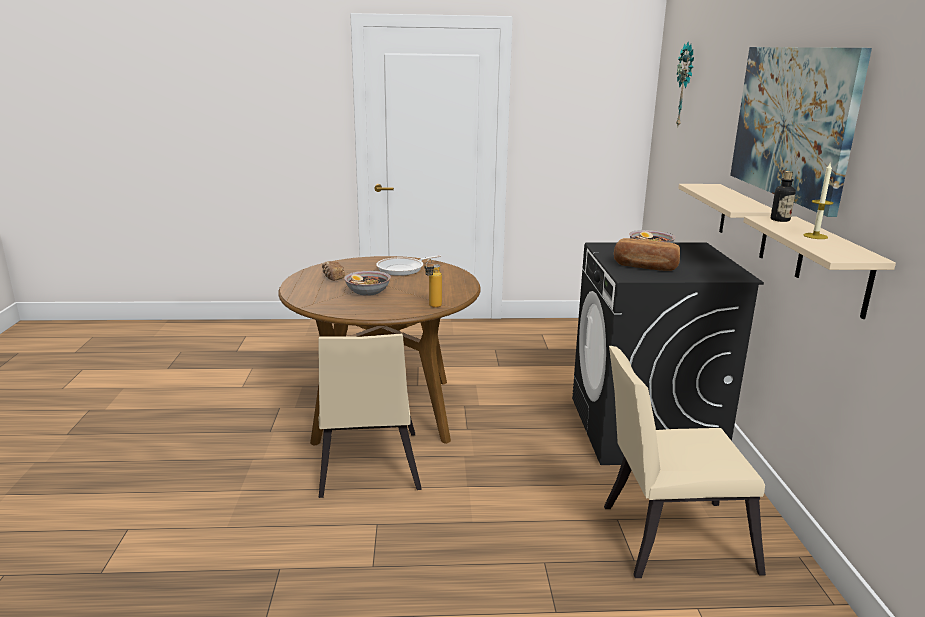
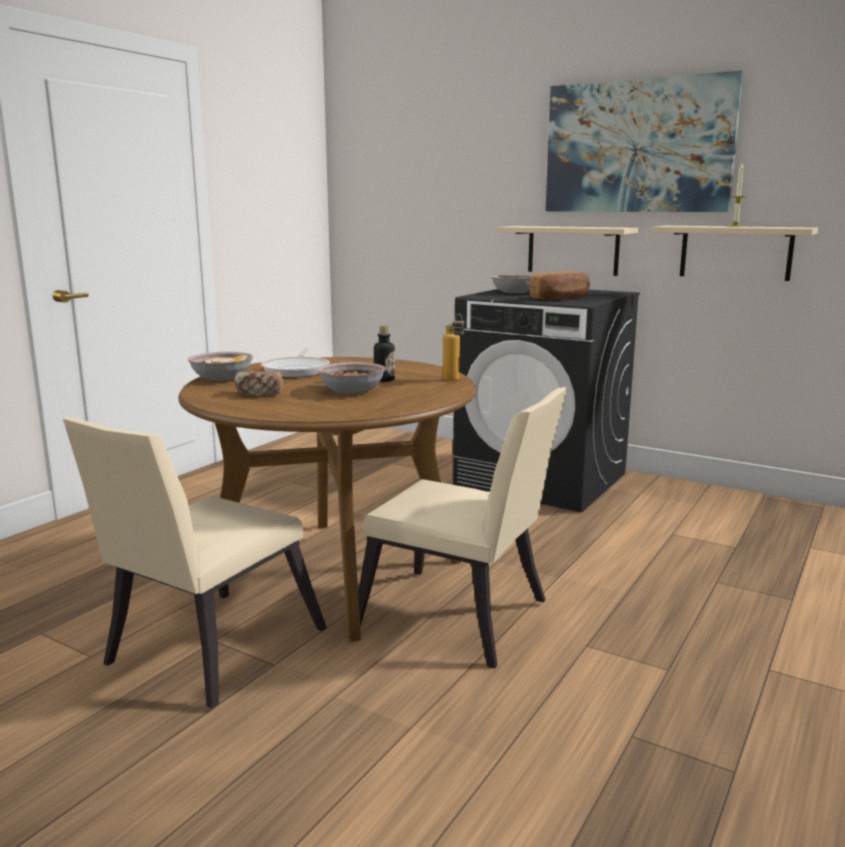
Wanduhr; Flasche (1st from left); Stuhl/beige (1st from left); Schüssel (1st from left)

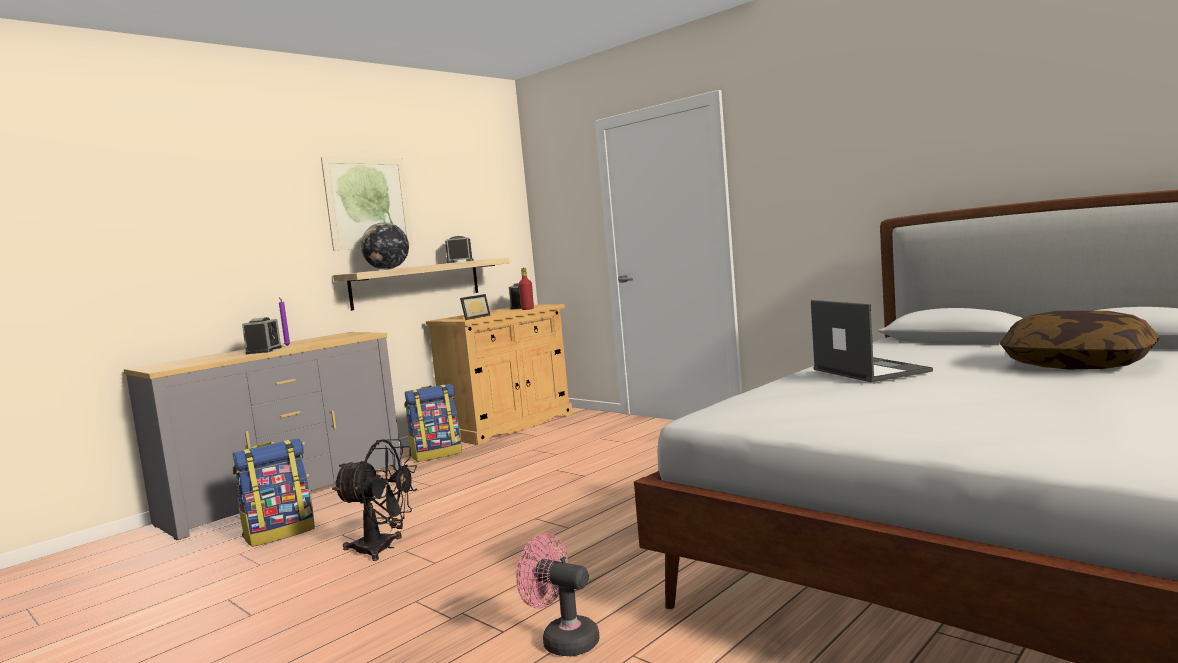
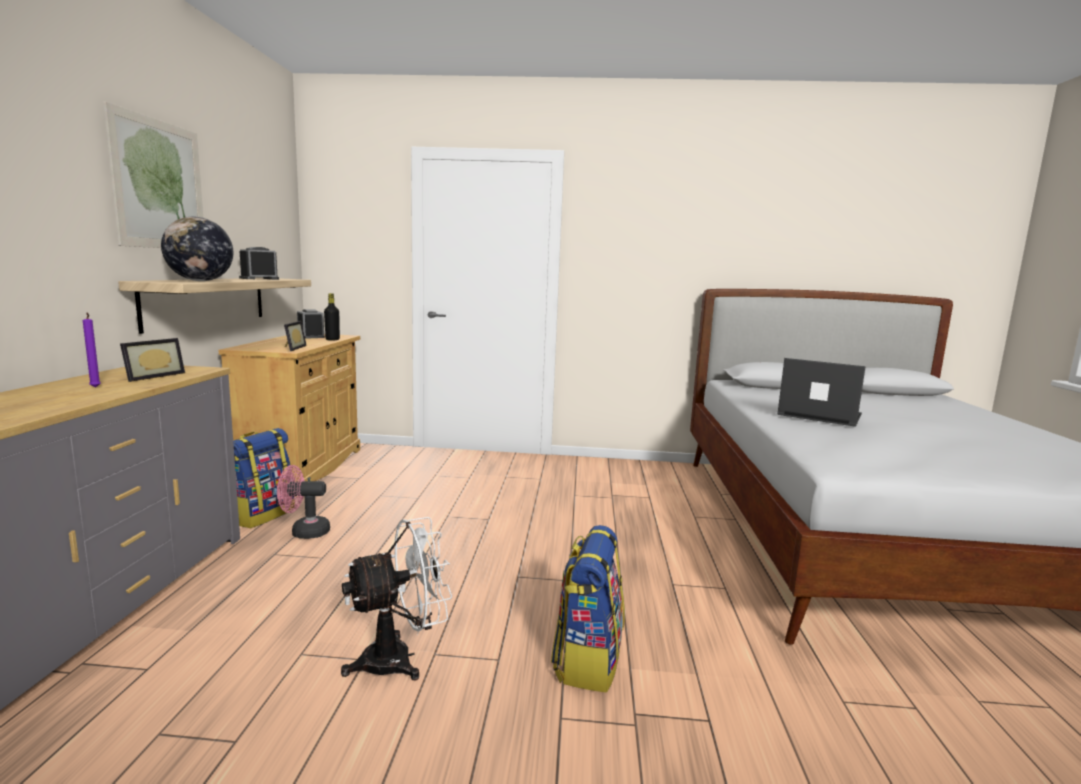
Flasche/schwarz; Kissen; Wecker (1st from left in the first image); Rucksack (2nd from left); Ventilator/weiß; Ventilator/rosa; Bilderrahmen (1st from left)

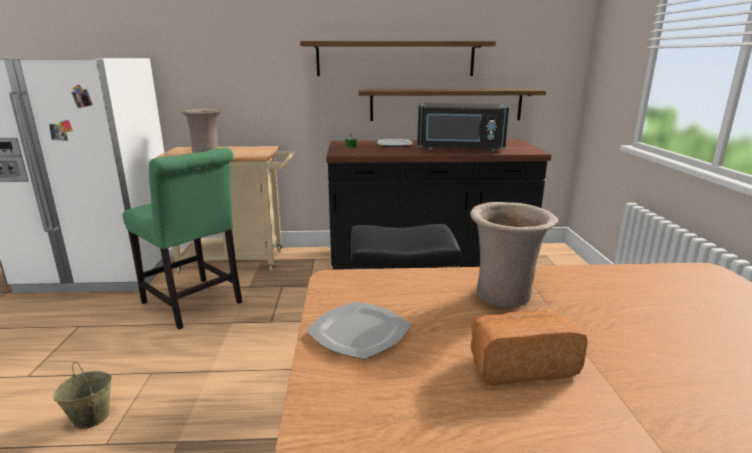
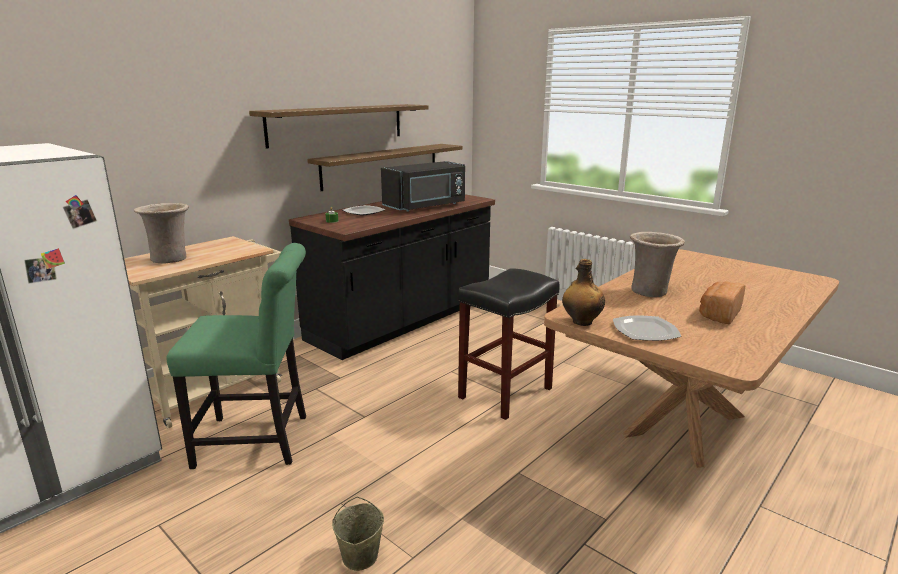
Flasche

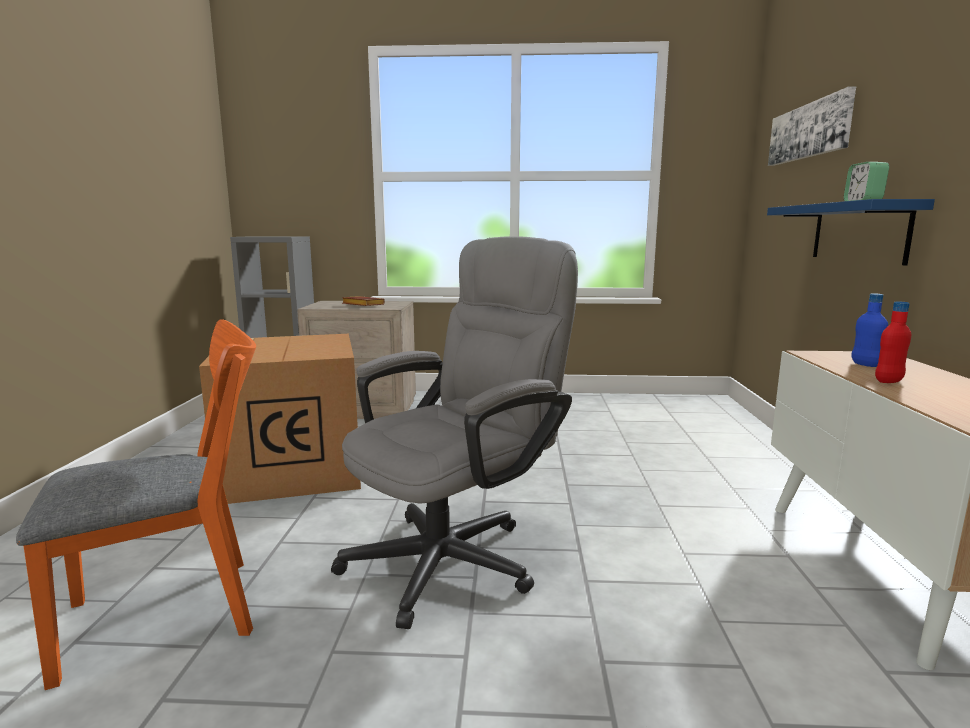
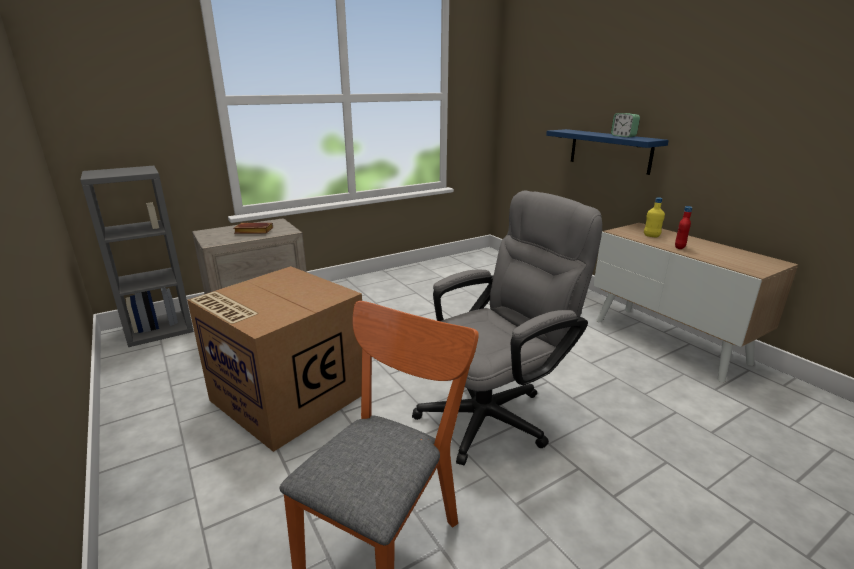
Bild; Bürostuhl/grau; Flasche/gelb

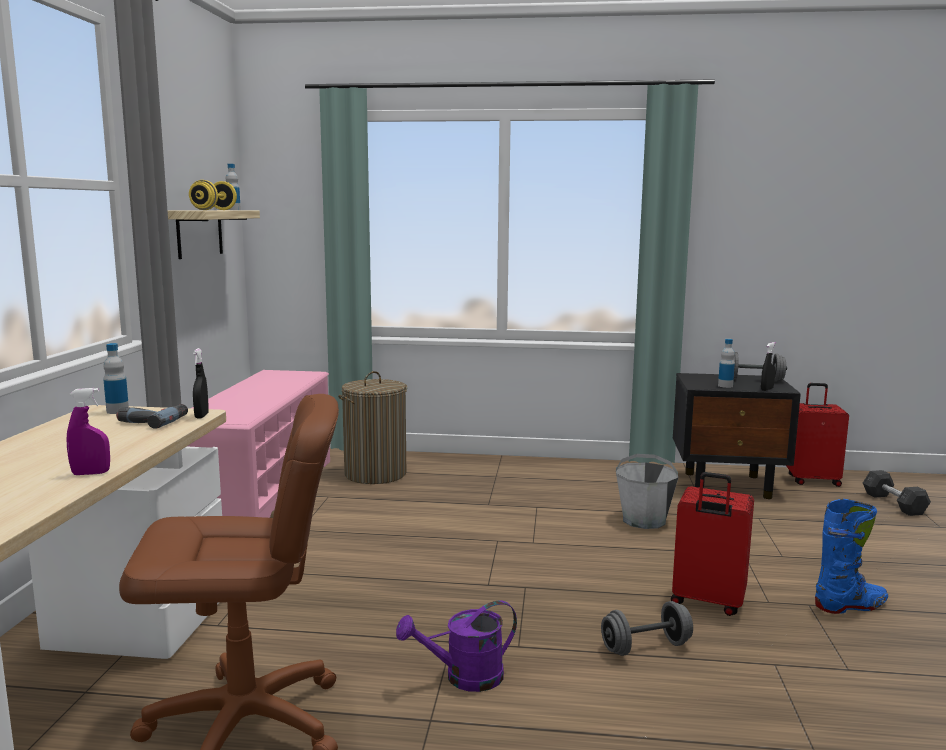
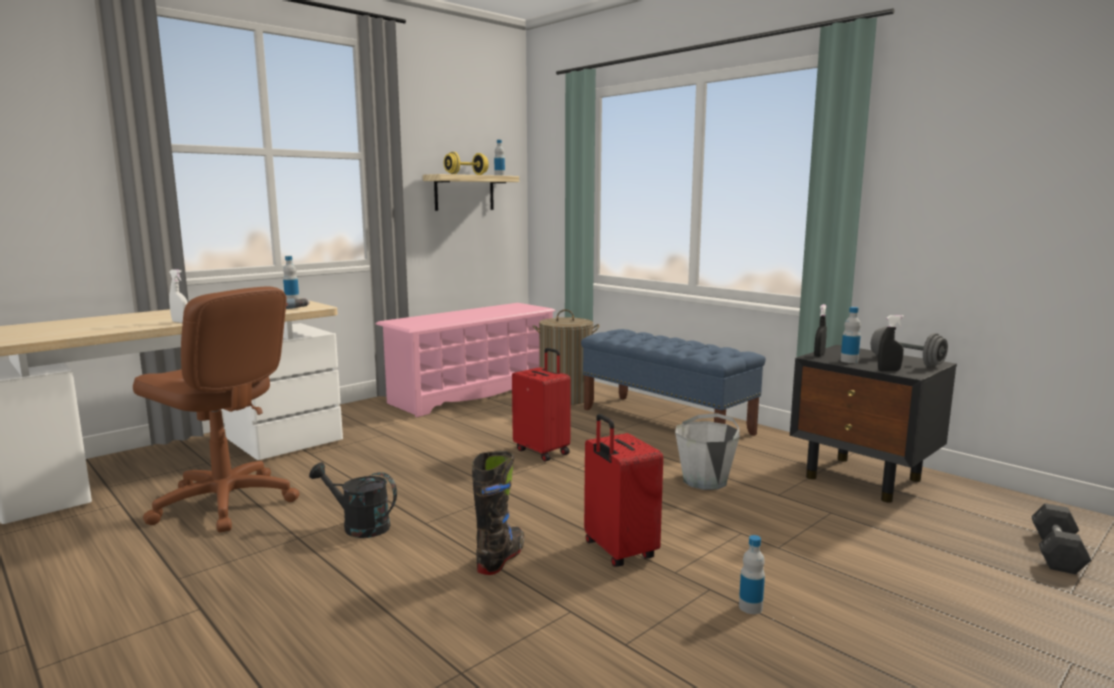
Sprühflasche/schwarz (1st from left); Koffer/rot (1st from left); Sprühflasche/weiß; Flasche (3rd from left); Gießkanne/schwarz; Stiefel/schwarz; Bank/blau

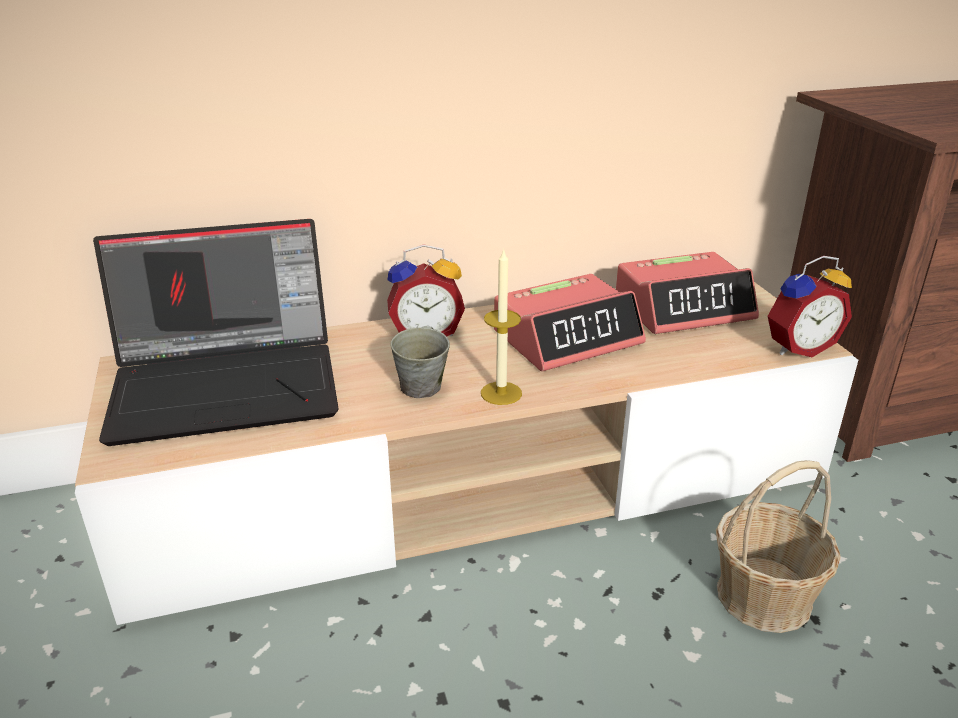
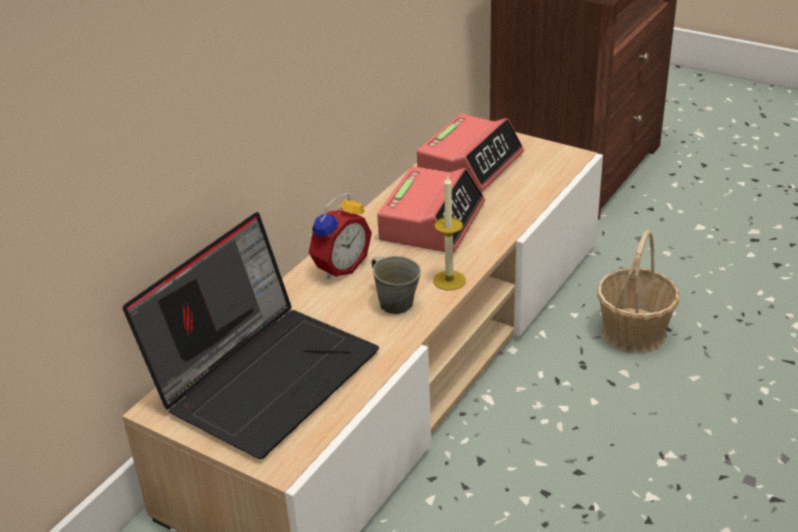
Wecker (4th from left in the first image)

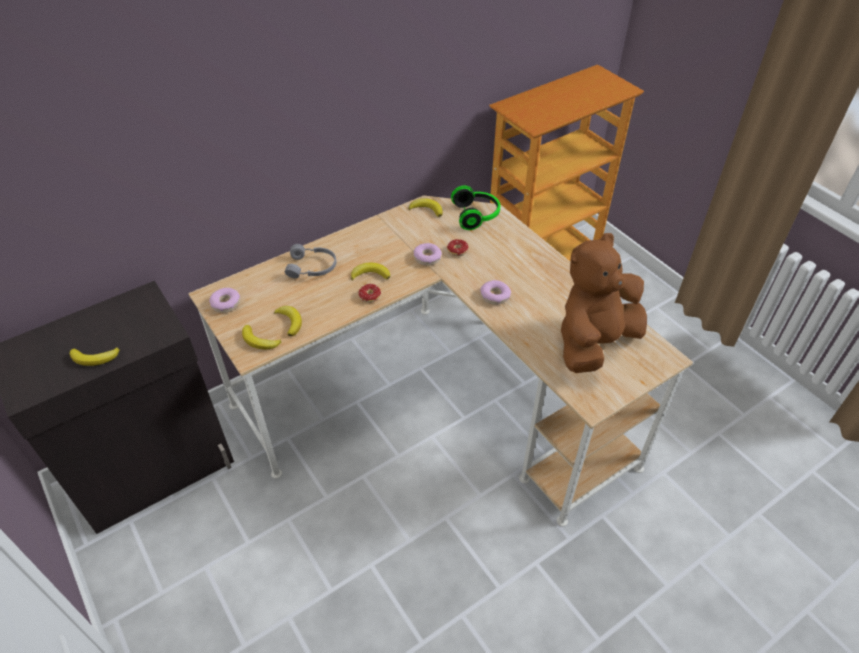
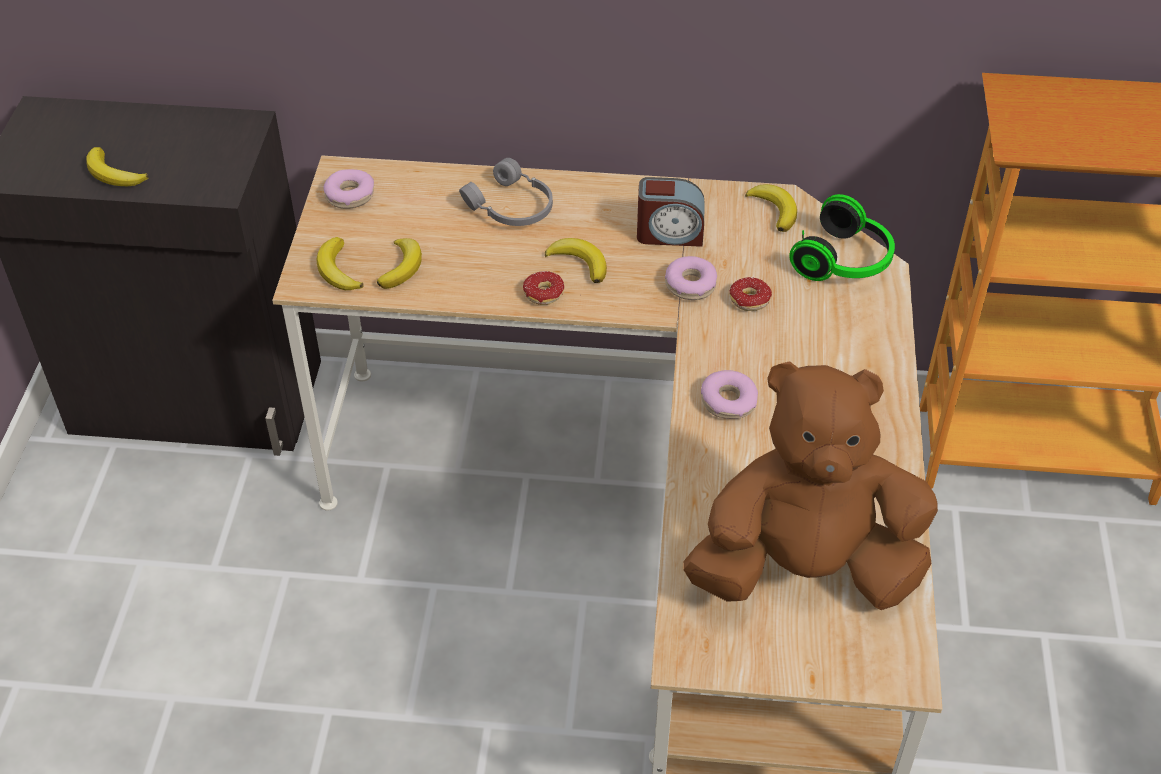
Wecker

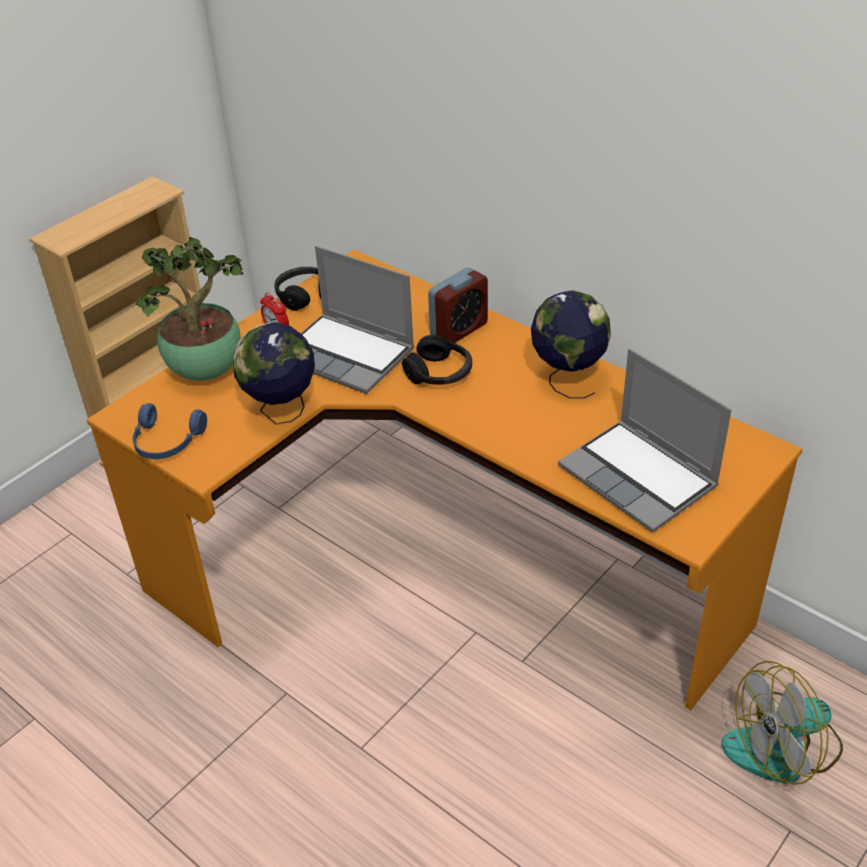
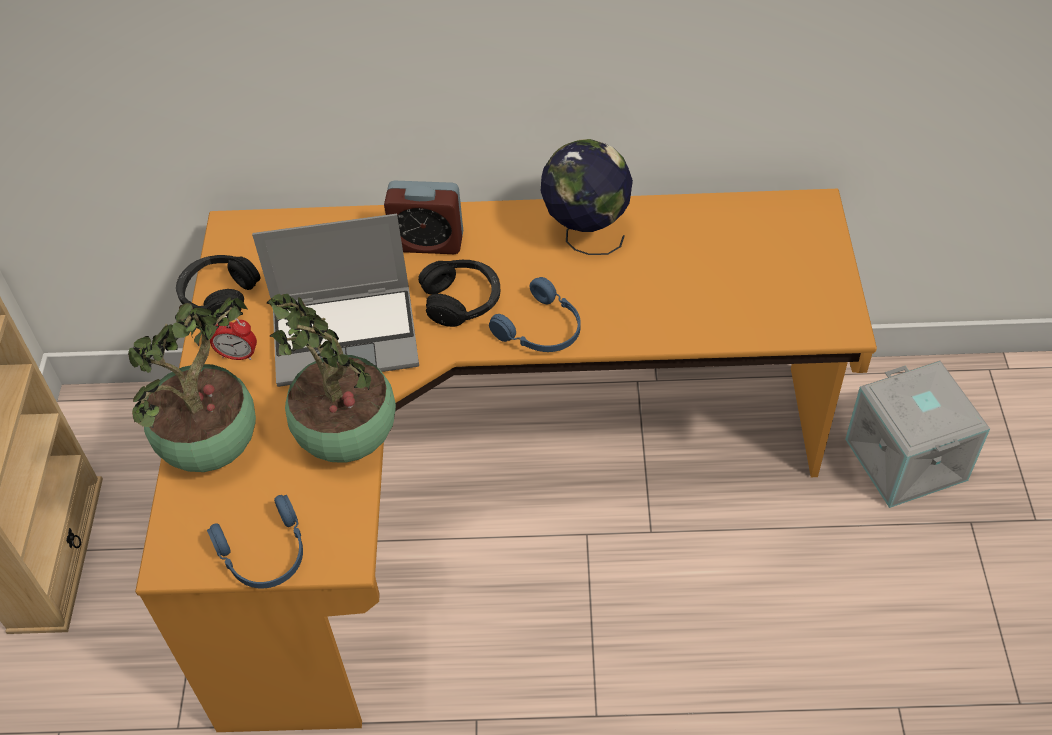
Wecker (2nd from left); Topfpflanze (2nd from left); Laptop (2nd from left in the first image); Aufbewahrungsbox/grau; Kopfhörer/blau (2nd from left)

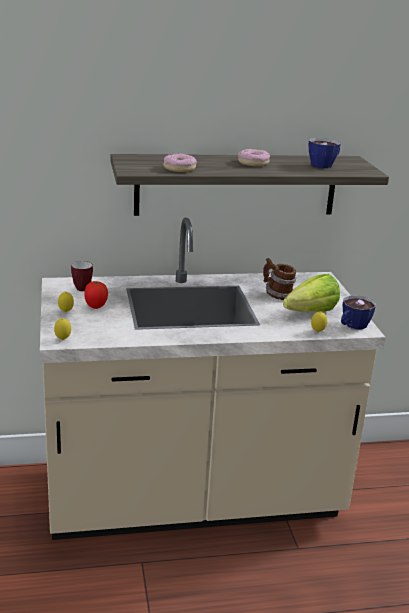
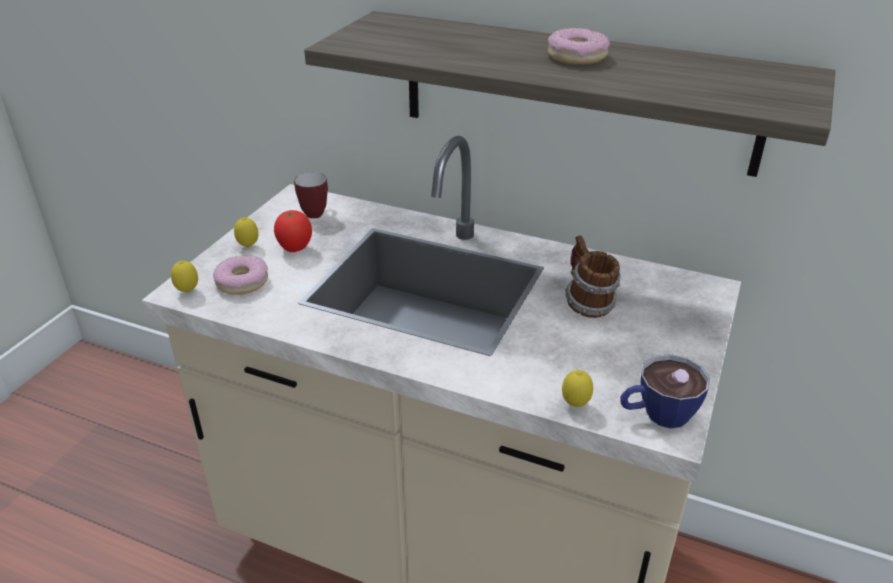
Tasse (1st from left in the first image); Donut (1st from left); Salatkopf

